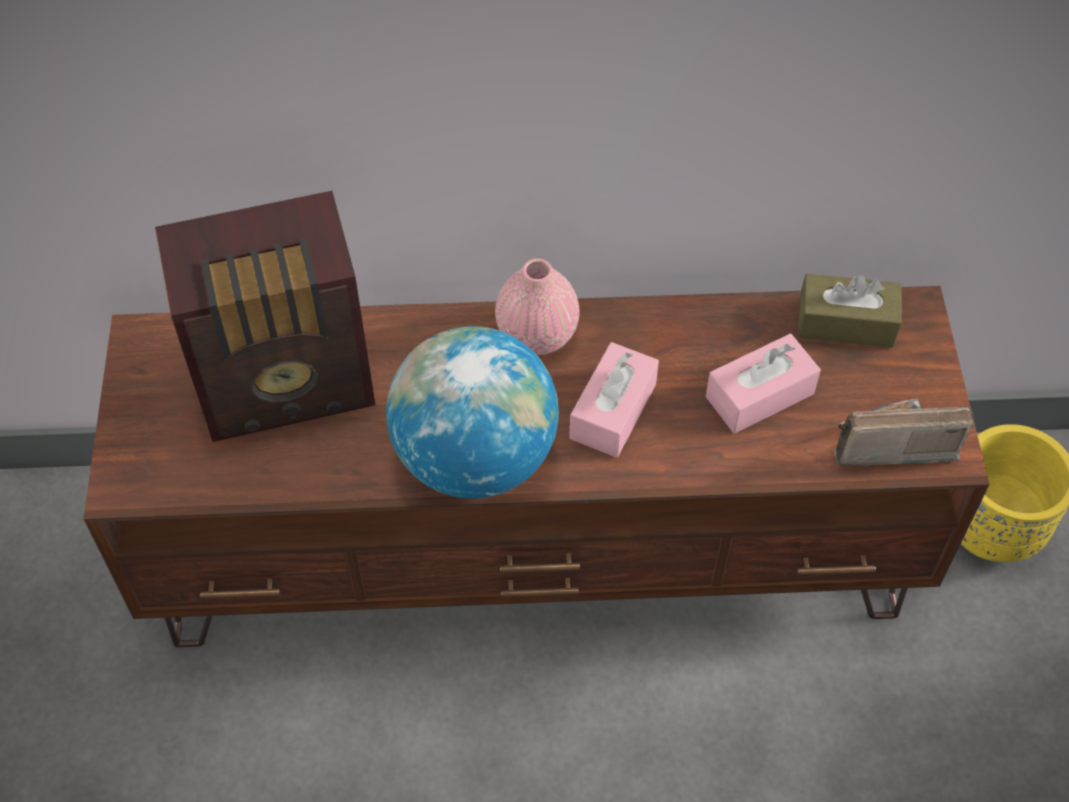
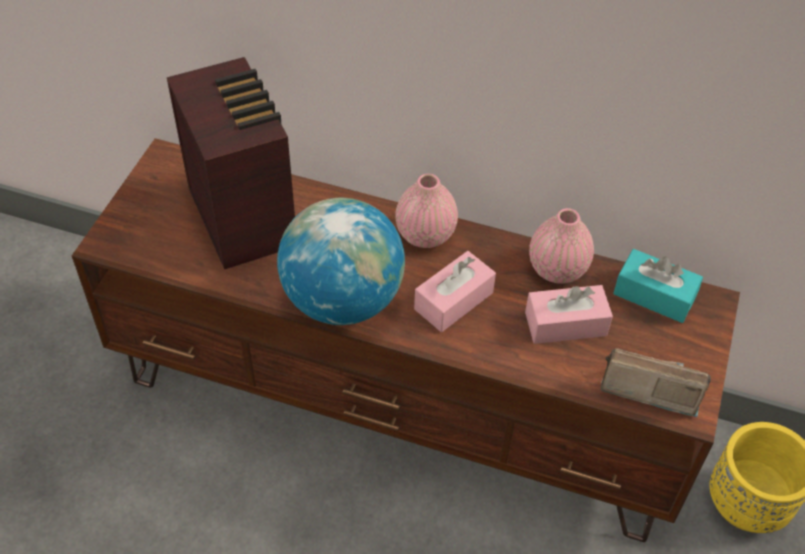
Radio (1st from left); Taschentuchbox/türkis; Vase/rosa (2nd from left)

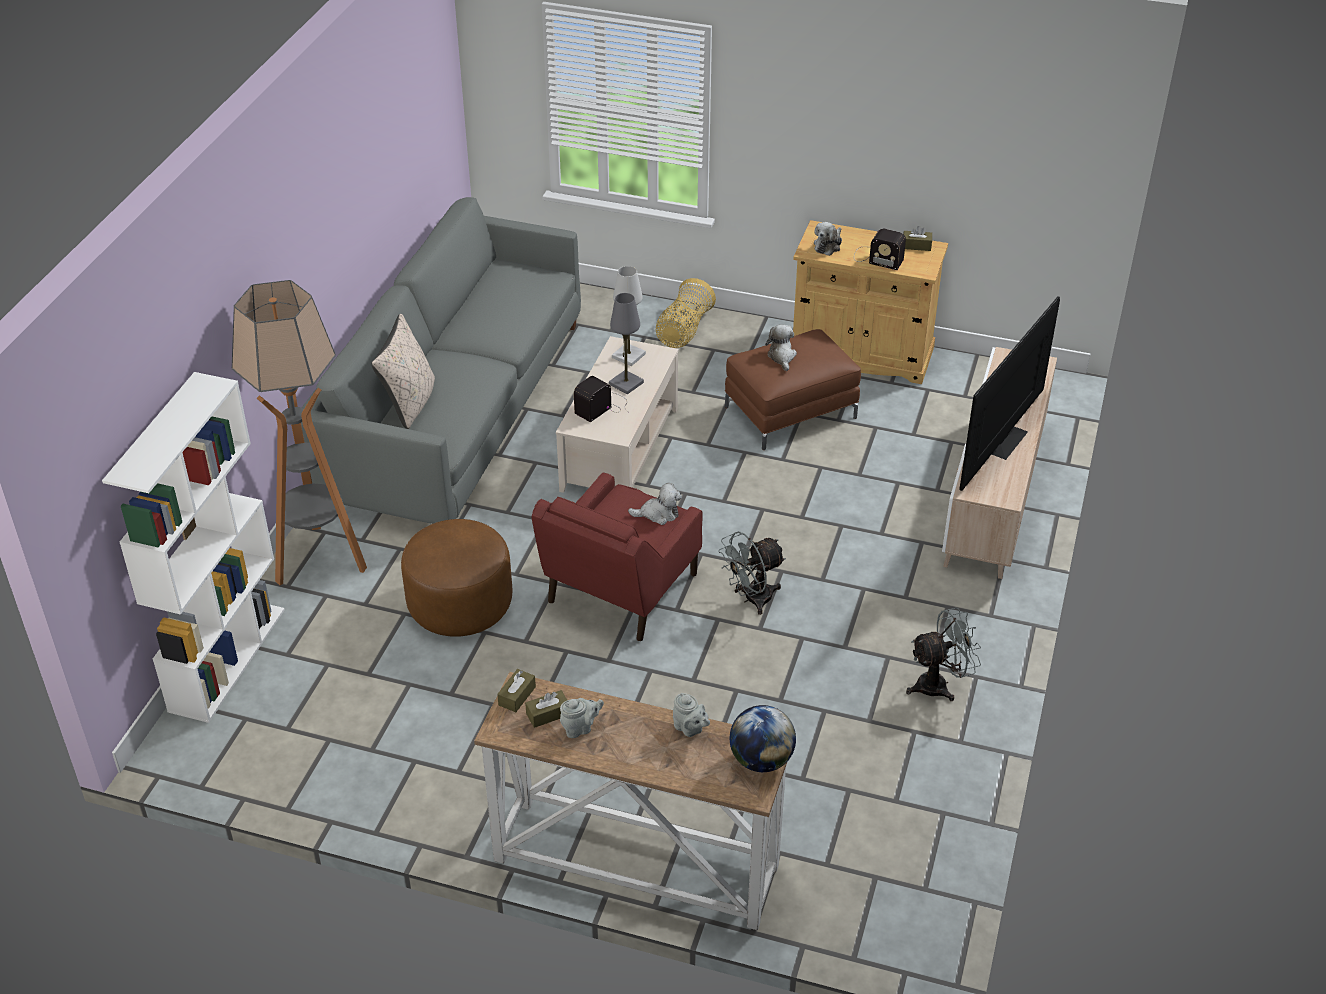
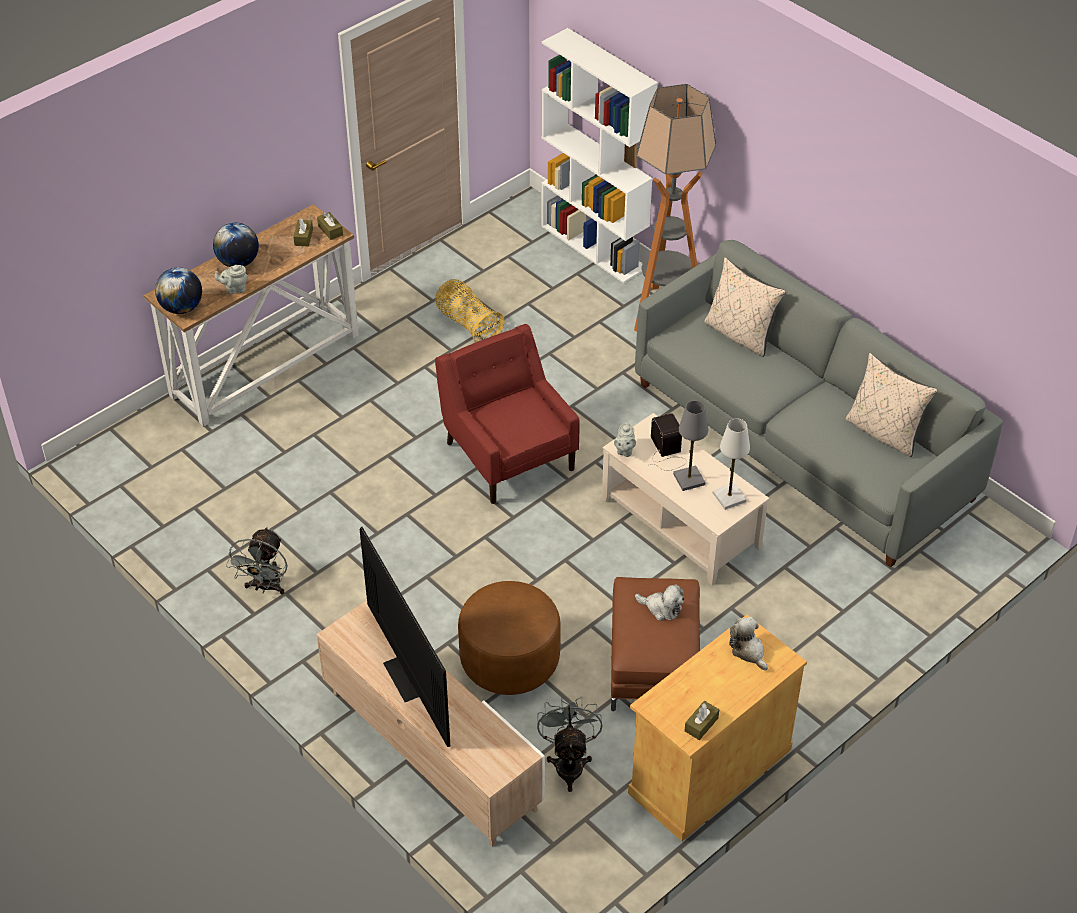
Radio (2nd from left in the first image); Korb; Plüschtier (1st from left in the first image); Polsterhocker/braun (1st from left); Ventilator/grau (2nd from left); Teekanne/grau (2nd from left); Globus (2nd from left); Kissen/beige (2nd from left)

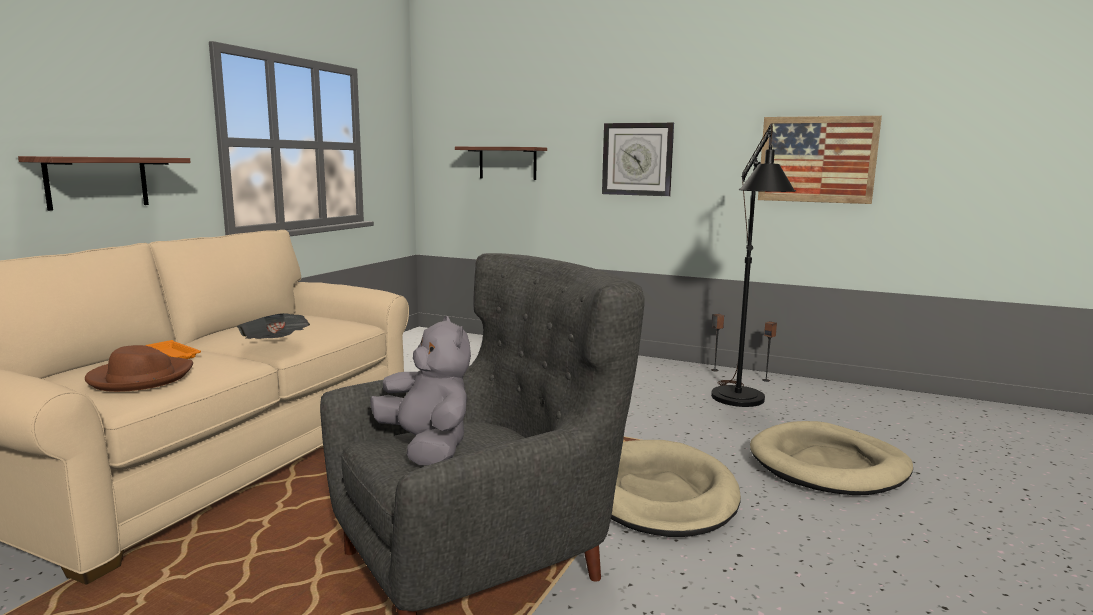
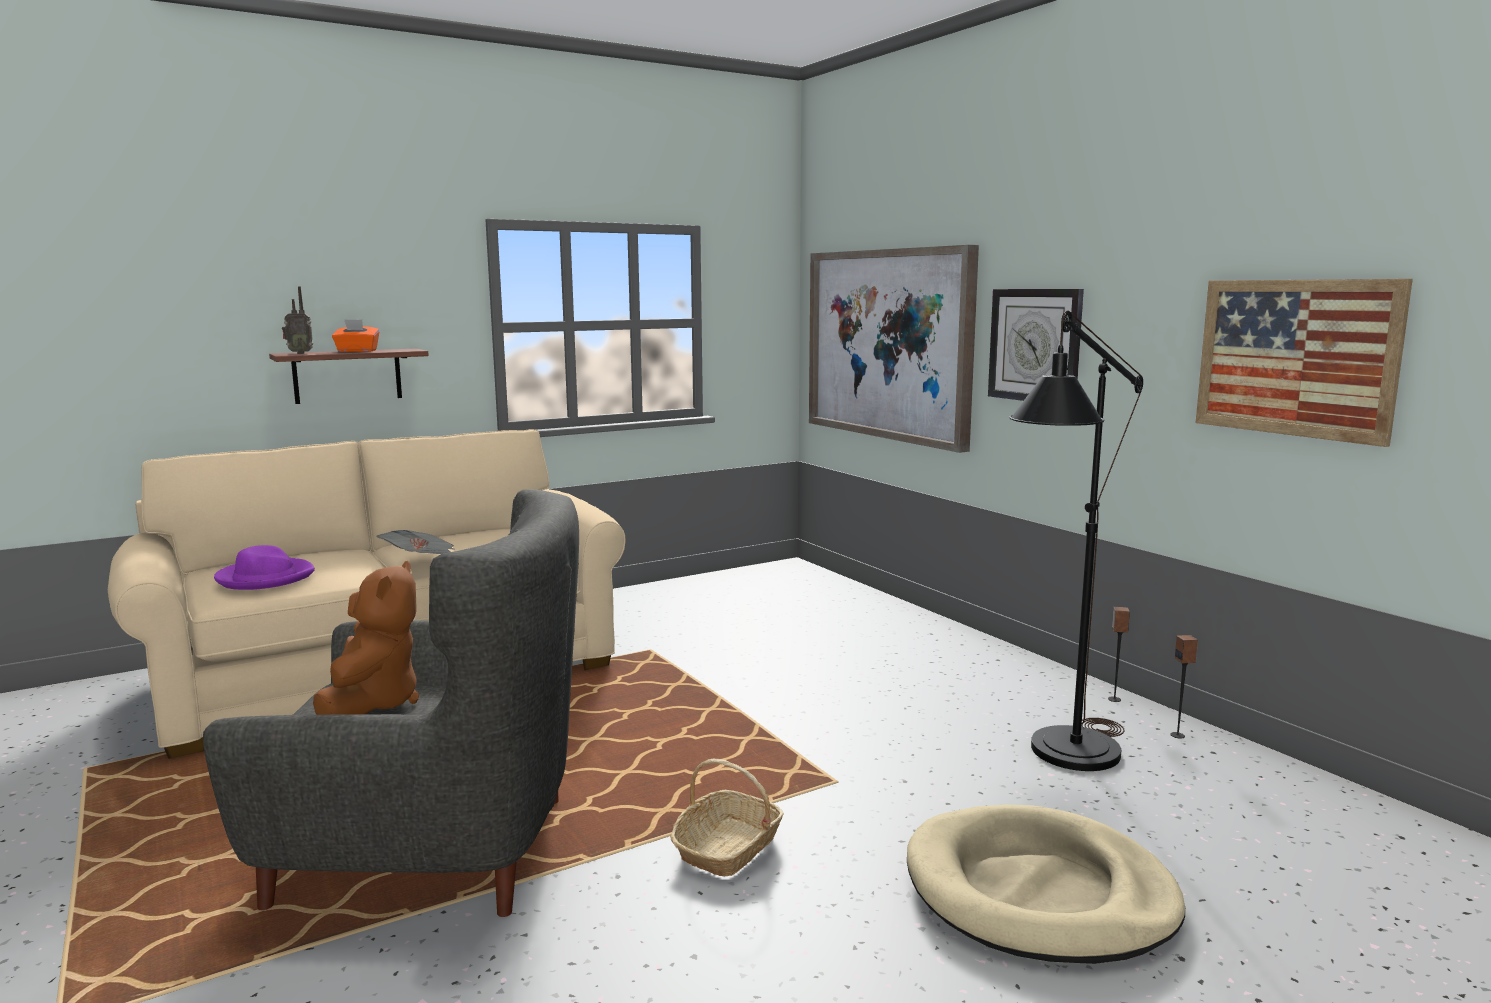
Bild (1st from left); Plüschtier/braun; Tablett/orange; Hut/lila; Korb; Radio; Taschentuchbox/orange

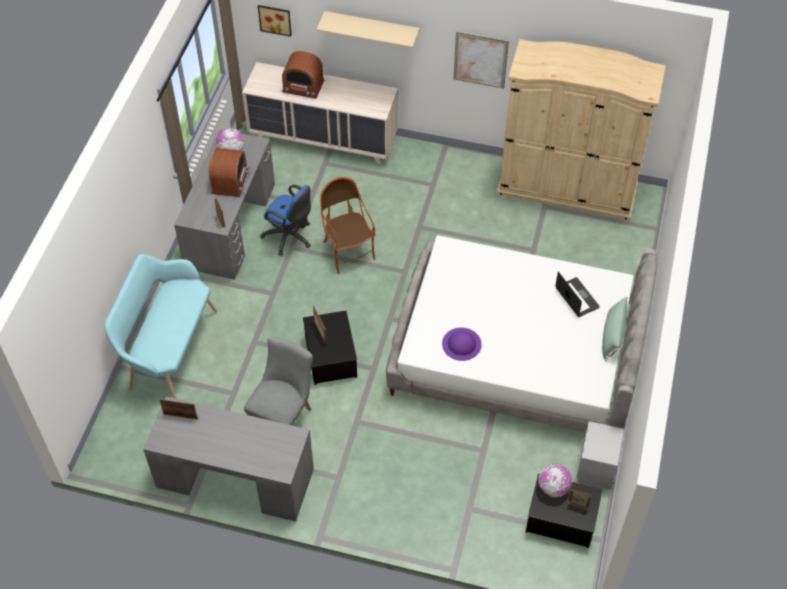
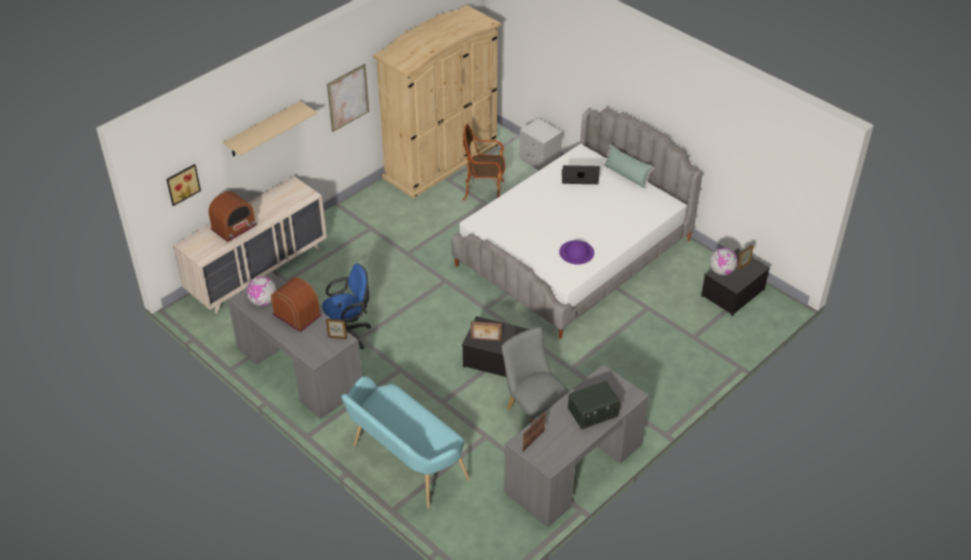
Sessel; Nachttisch/grau; Radio (3rd from left)

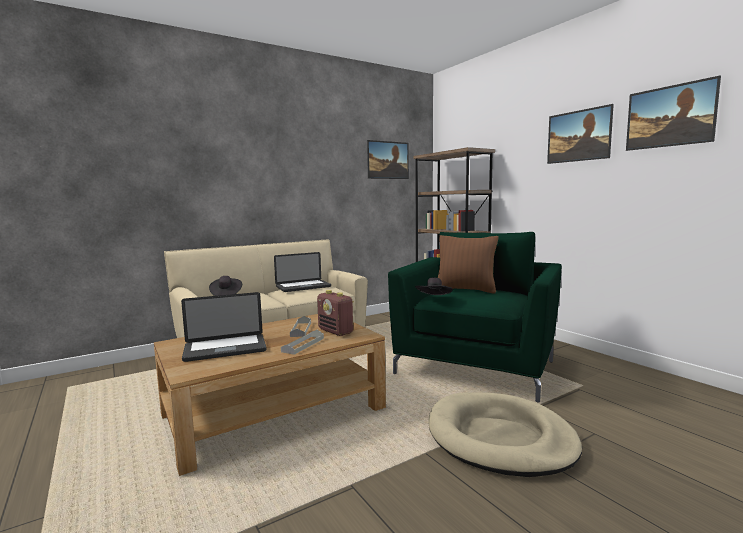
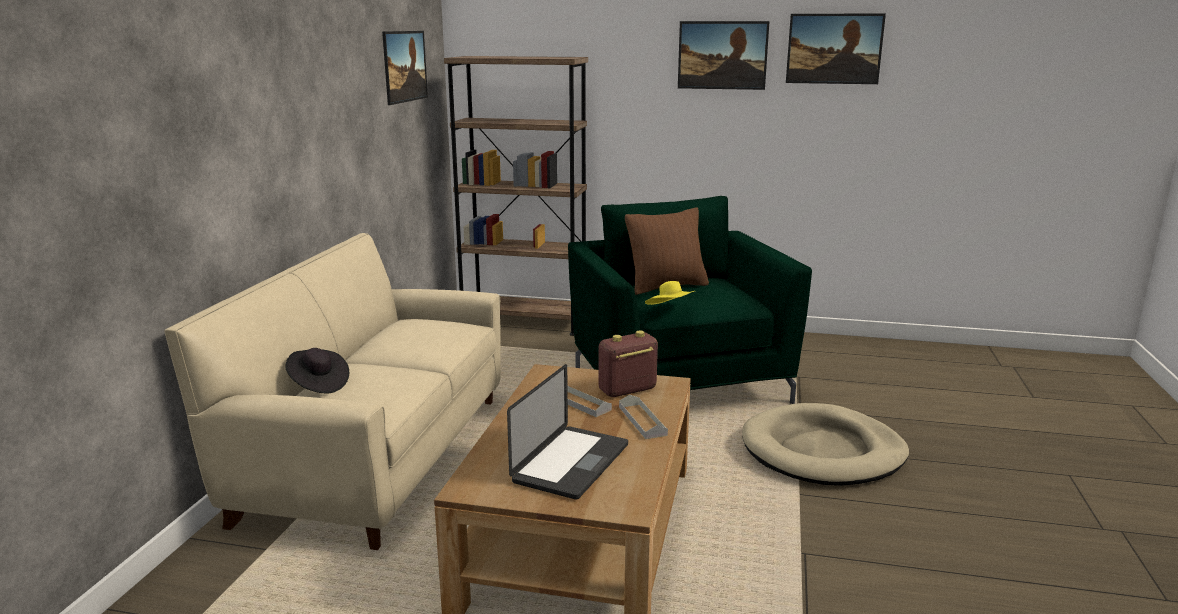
Laptop (2nd from left in the first image); Hut/gelb; Radio

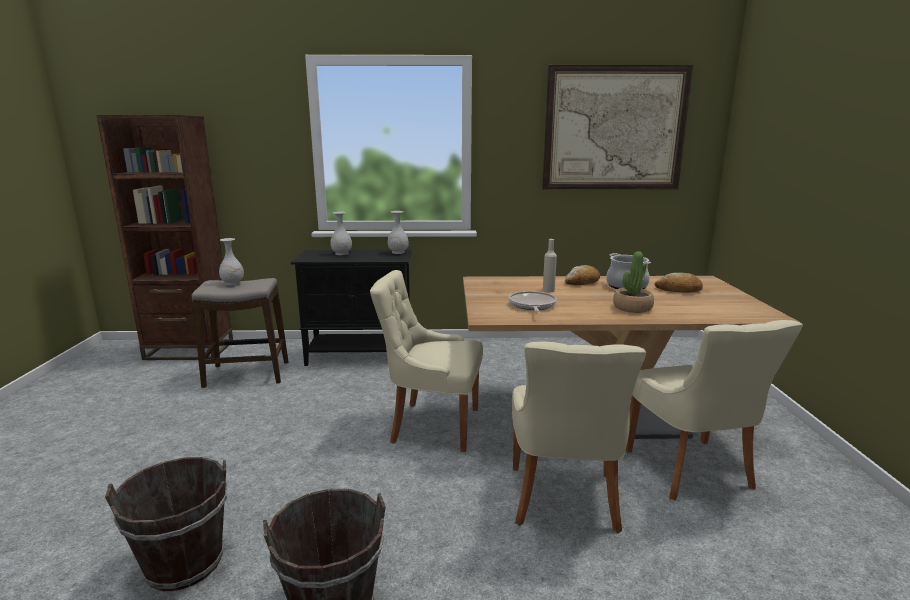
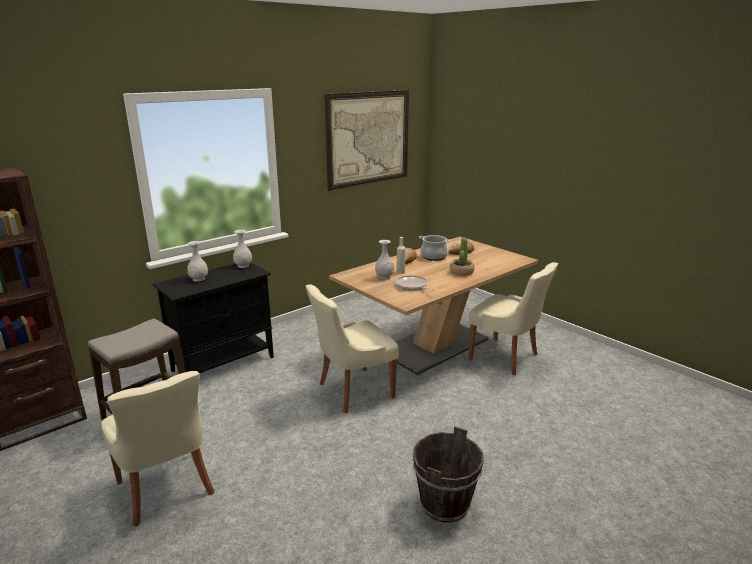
Vase/weiß (3rd from left); Stuhl/beige (1st from left); Eimer/braun (1st from left in the first image)

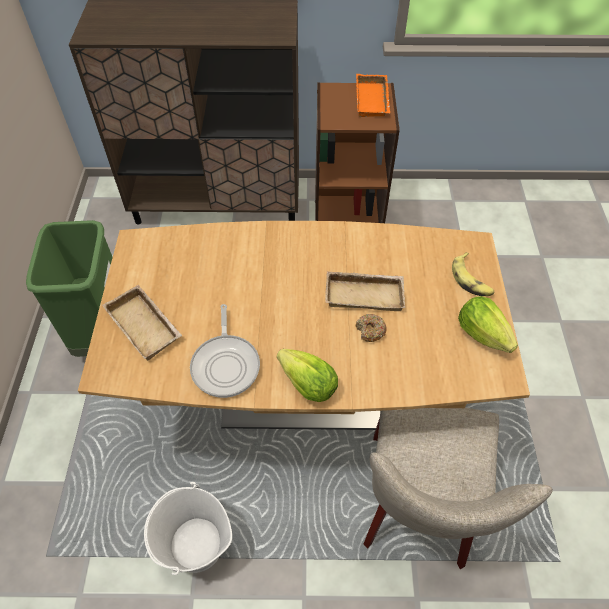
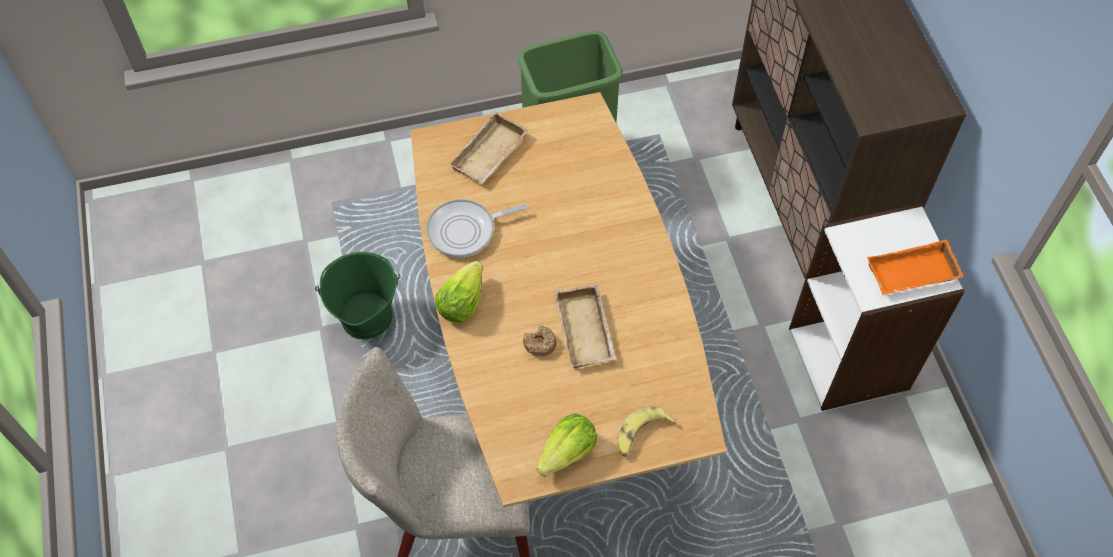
Bücherregal/weiß; Eimer/grün

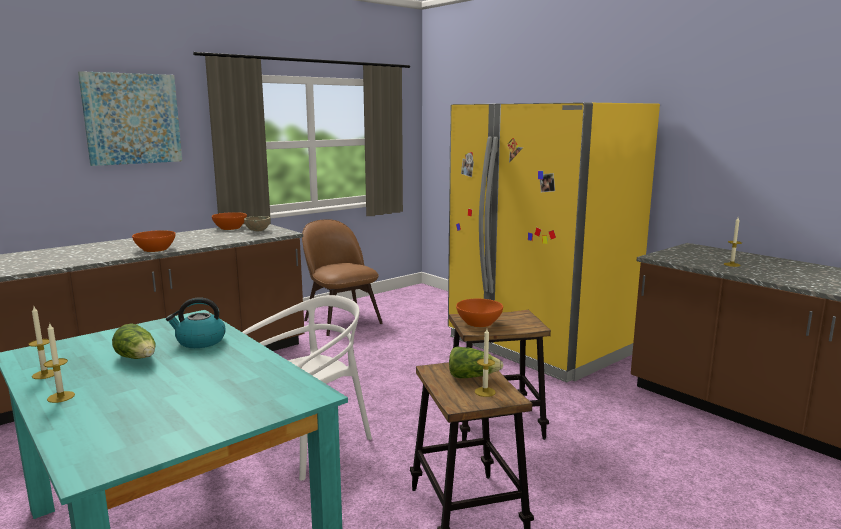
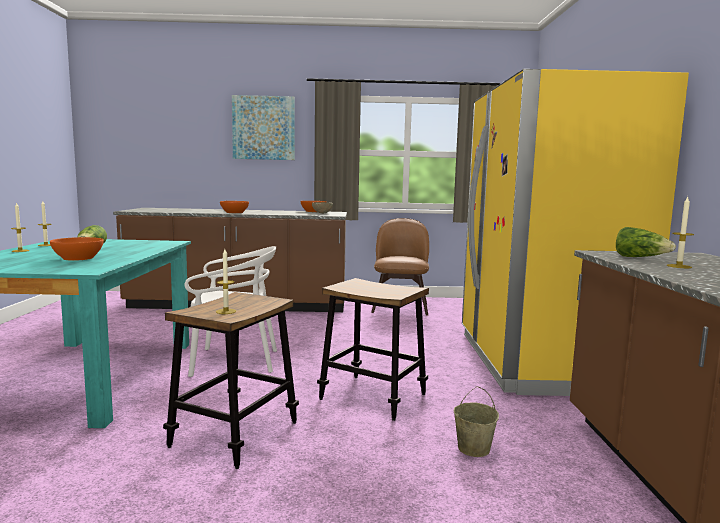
Wasserkessel; Schüssel/orange (1st from left); Salatkopf (2nd from left); Eimer/beige

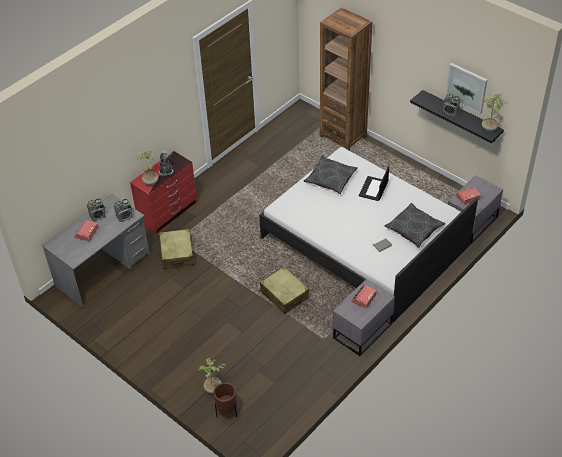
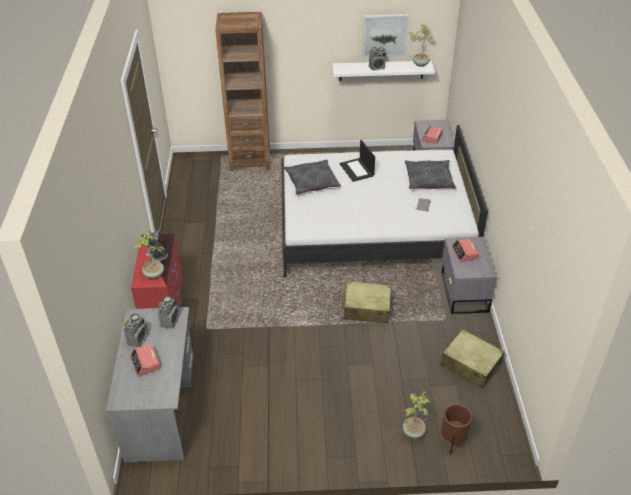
Wandregal/weiß; Koffer/beige (2nd from left)

